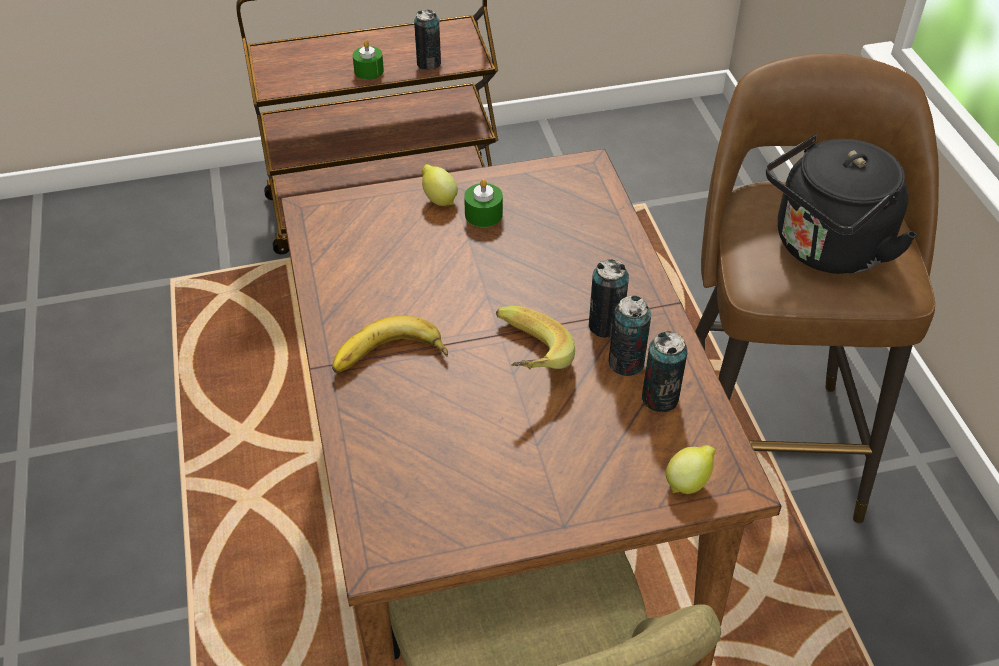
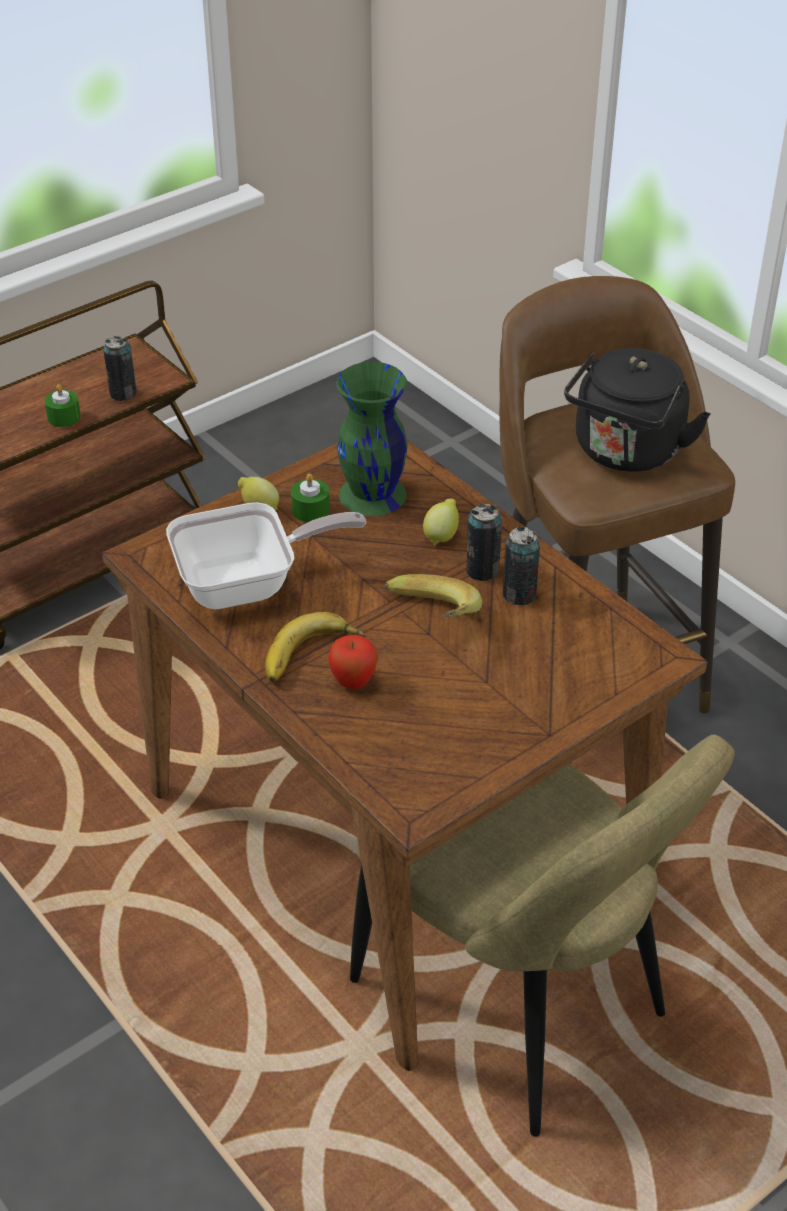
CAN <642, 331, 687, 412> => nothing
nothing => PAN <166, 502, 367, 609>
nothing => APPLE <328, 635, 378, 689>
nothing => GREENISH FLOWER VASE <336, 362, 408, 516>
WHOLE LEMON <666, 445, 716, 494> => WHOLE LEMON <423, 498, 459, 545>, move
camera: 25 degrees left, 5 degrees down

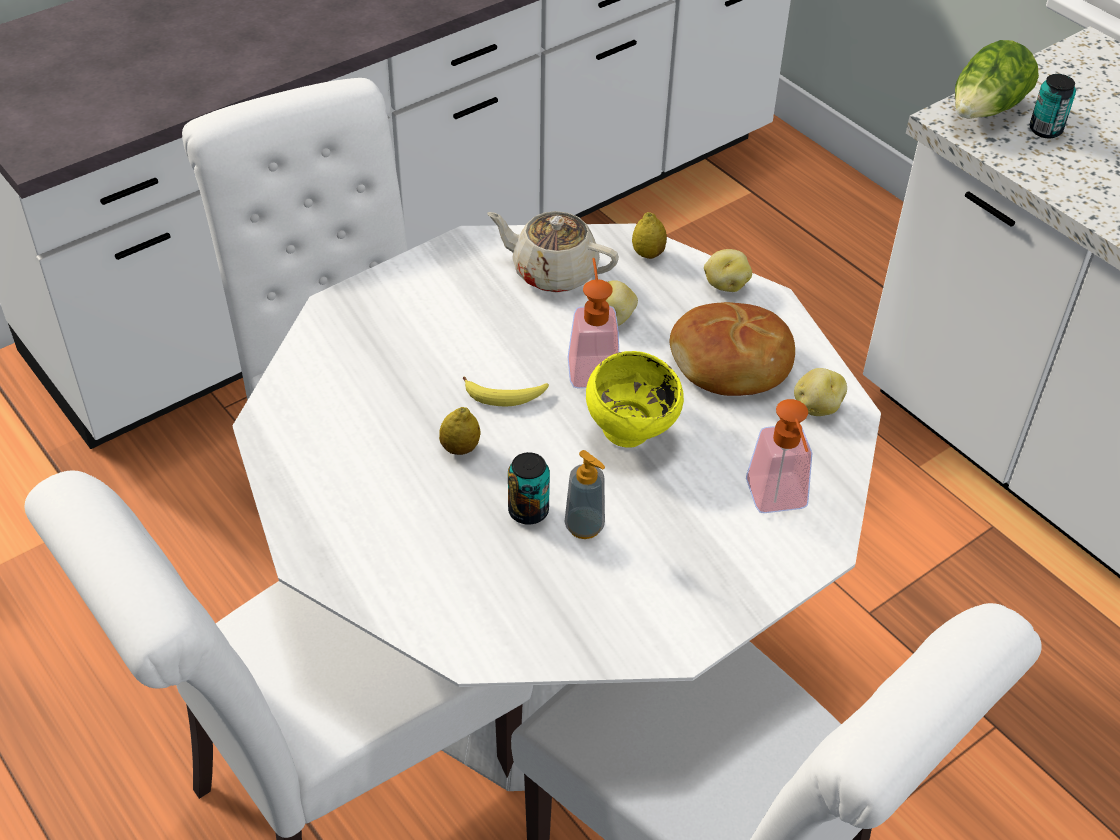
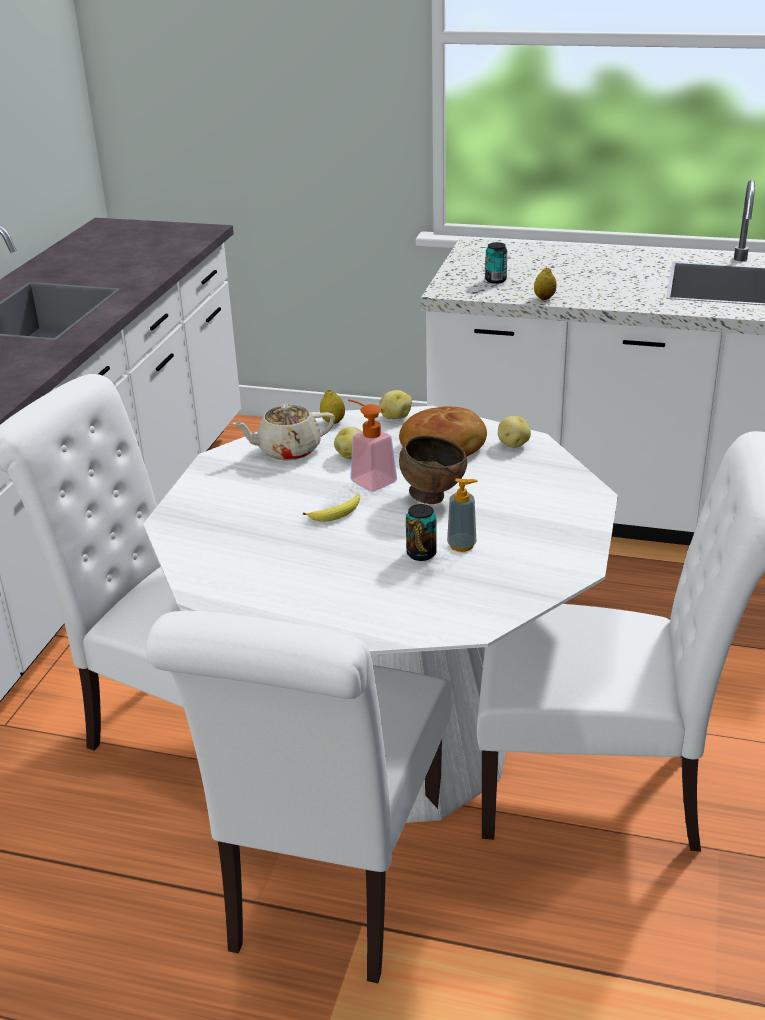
LIQUID SOAP BOTTLE <746, 399, 812, 513> => nothing
HEAD OF LETTUCE <955, 40, 1039, 119> => nothing
WHOLE LEMON <439, 407, 480, 455> => WHOLE LEMON <534, 267, 557, 300>, move
YELLOWISH DEEP DISH <586, 351, 684, 447> => BROWN DEEP DISH <399, 435, 467, 504>
camera: 35 degrees left, 15 degrees down

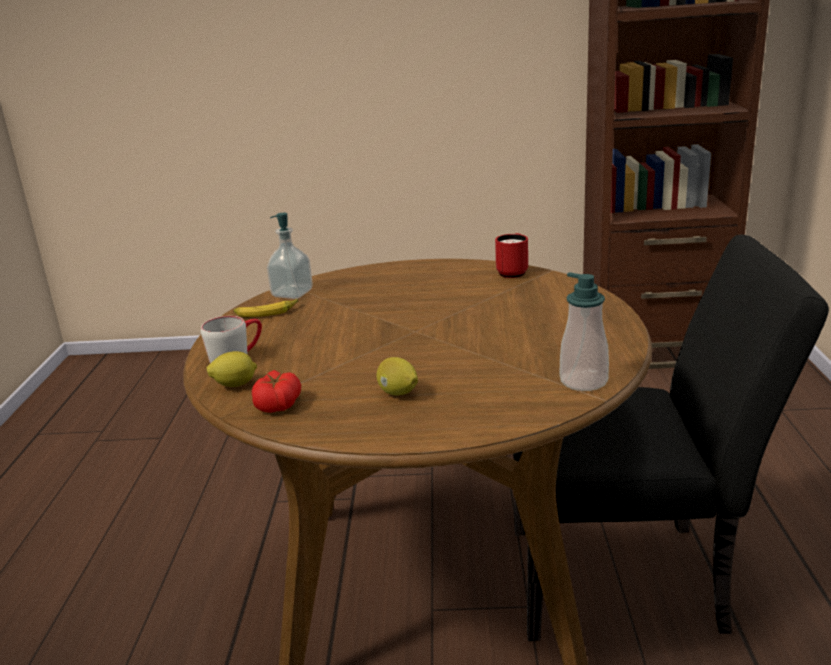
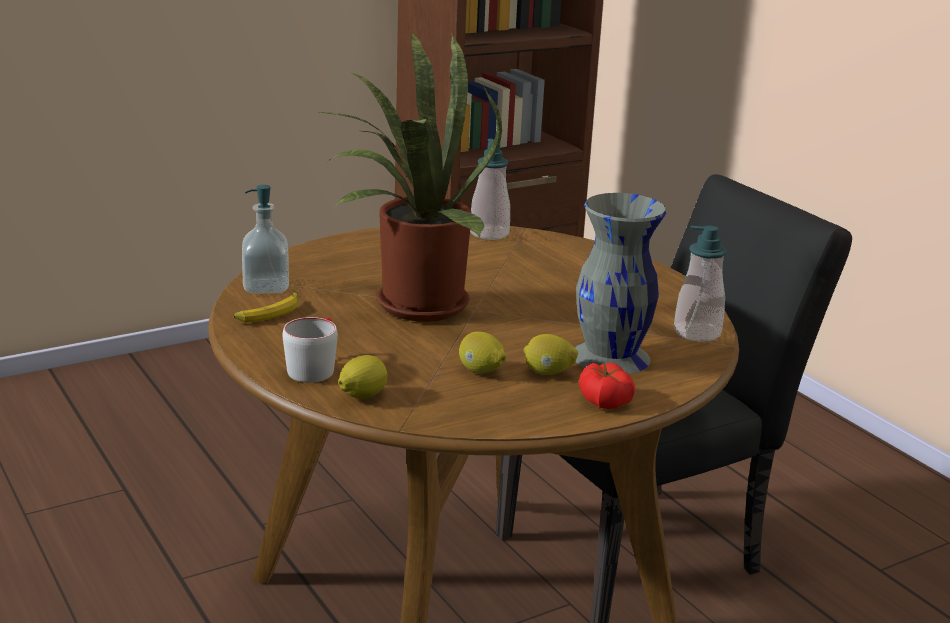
nothing => HOUSEPLANT <320, 32, 502, 322>
nothing => WHOLE LEMON <459, 332, 506, 373>
nothing => GRAY FLOWER VASE <575, 193, 667, 374>
WHOLE TOMATO <252, 370, 301, 413> => WHOLE TOMATO <579, 363, 635, 409>, move
REDDISH TEA MUG <495, 233, 528, 278> => LIQUID SOAP BOTTLE <470, 139, 510, 240>
camera: 35 degrees left, 0 degrees up

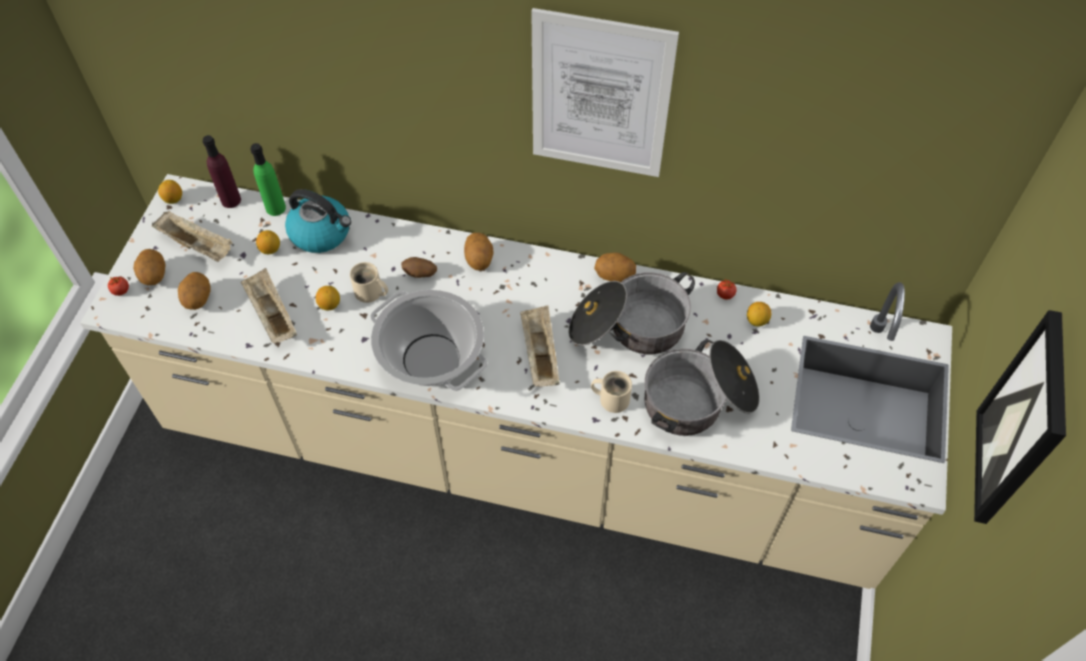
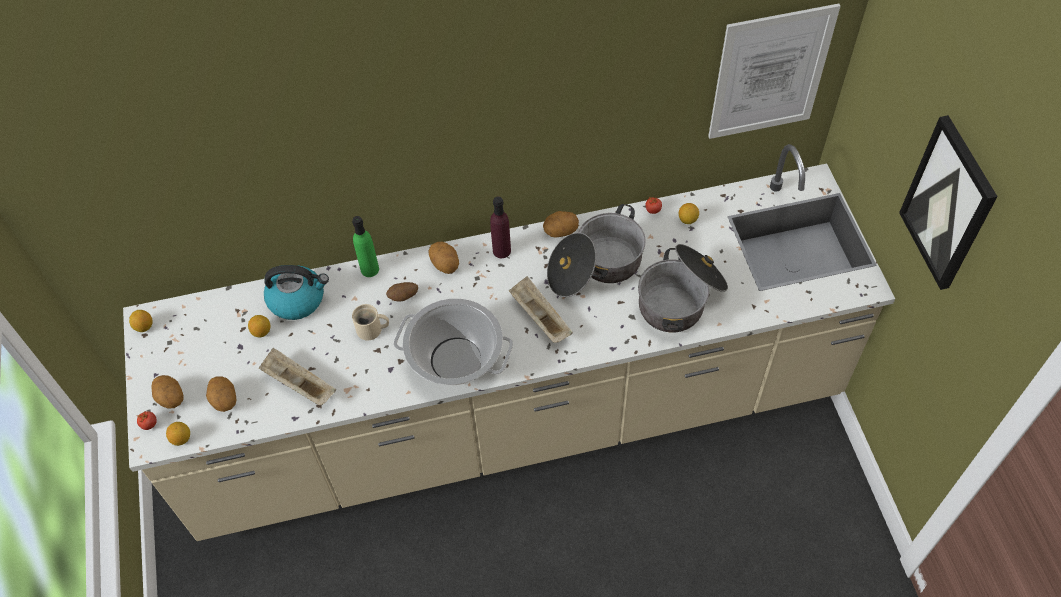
SAND-COLOURED TRAY <152, 211, 233, 262> => nothing
SAND-COLOURED TEA MUG <591, 371, 632, 413> => nothing
PURPLE BOTTLE <203, 135, 241, 208> => PURPLE BOTTLE <490, 197, 511, 258>, move
GREENISH BOTTLE <250, 143, 286, 216> => GREENISH BOTTLE <352, 216, 379, 277>, move
WHOLE LEMON <316, 286, 340, 310> => WHOLE LEMON <166, 422, 190, 446>, move
PICTURE <531, 8, 679, 177> => PICTURE <708, 4, 840, 139>, move
camera: 25 degrees left, 0 degrees up

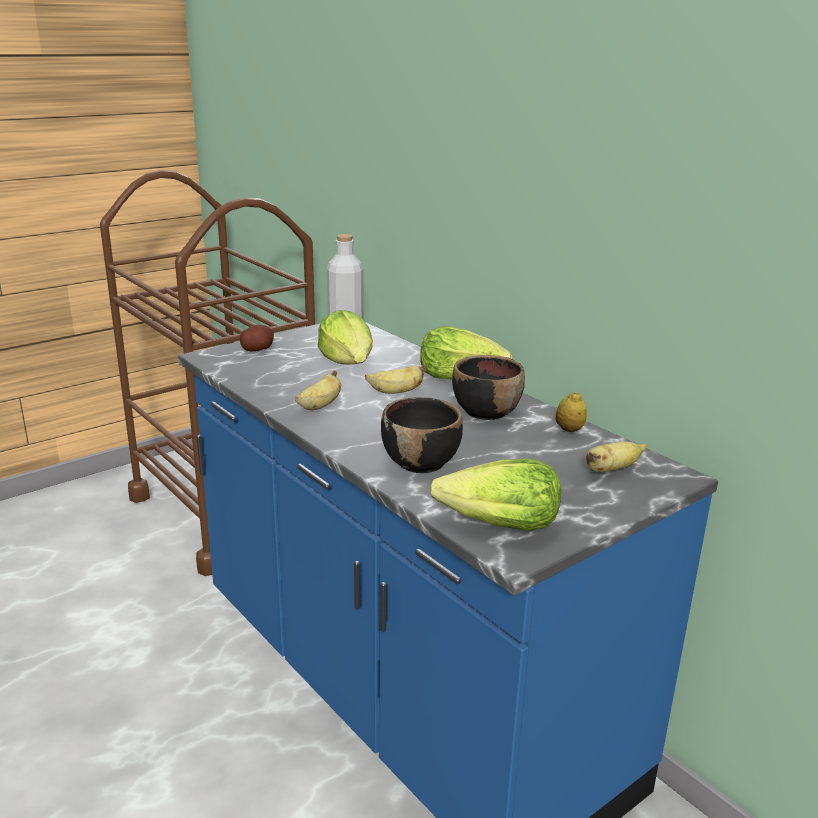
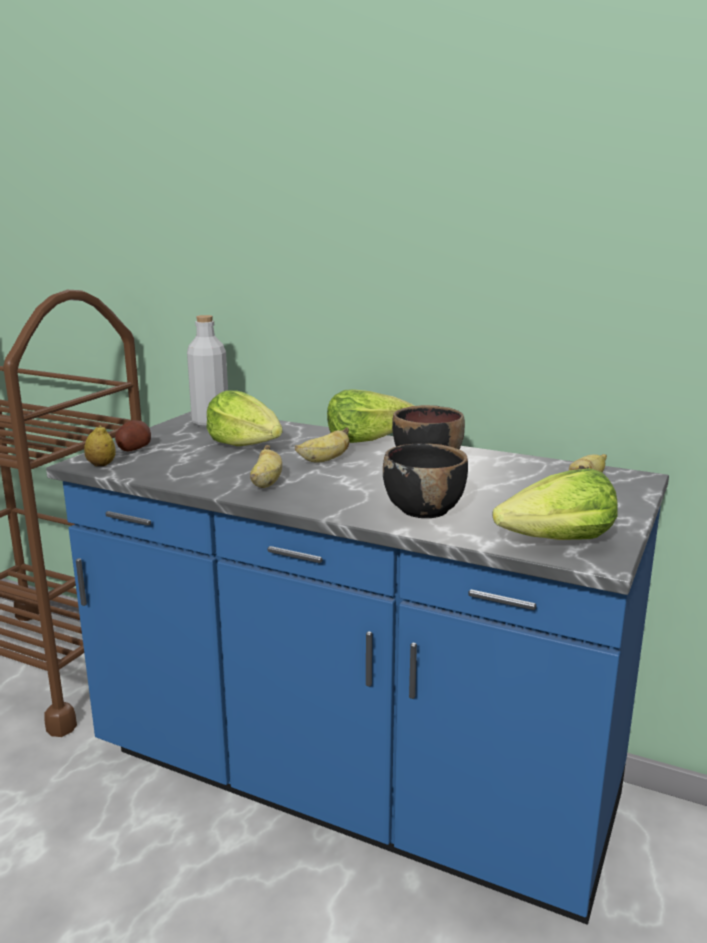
WHOLE LEMON <556, 391, 587, 432> => WHOLE LEMON <84, 425, 116, 466>, move
camera: 25 degrees left, 5 degrees down

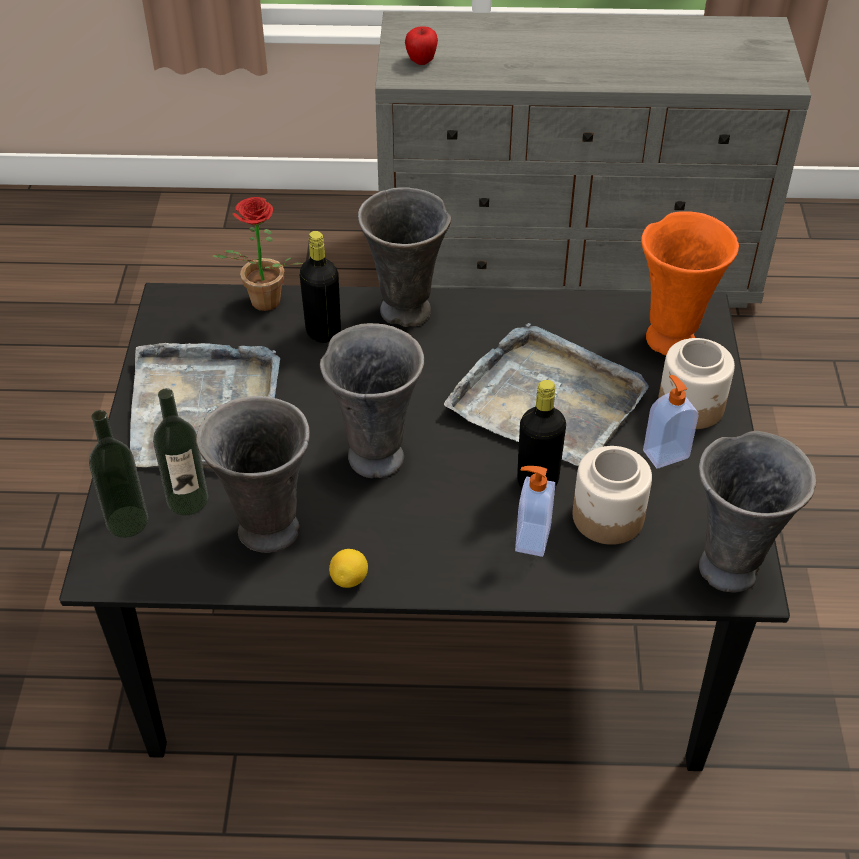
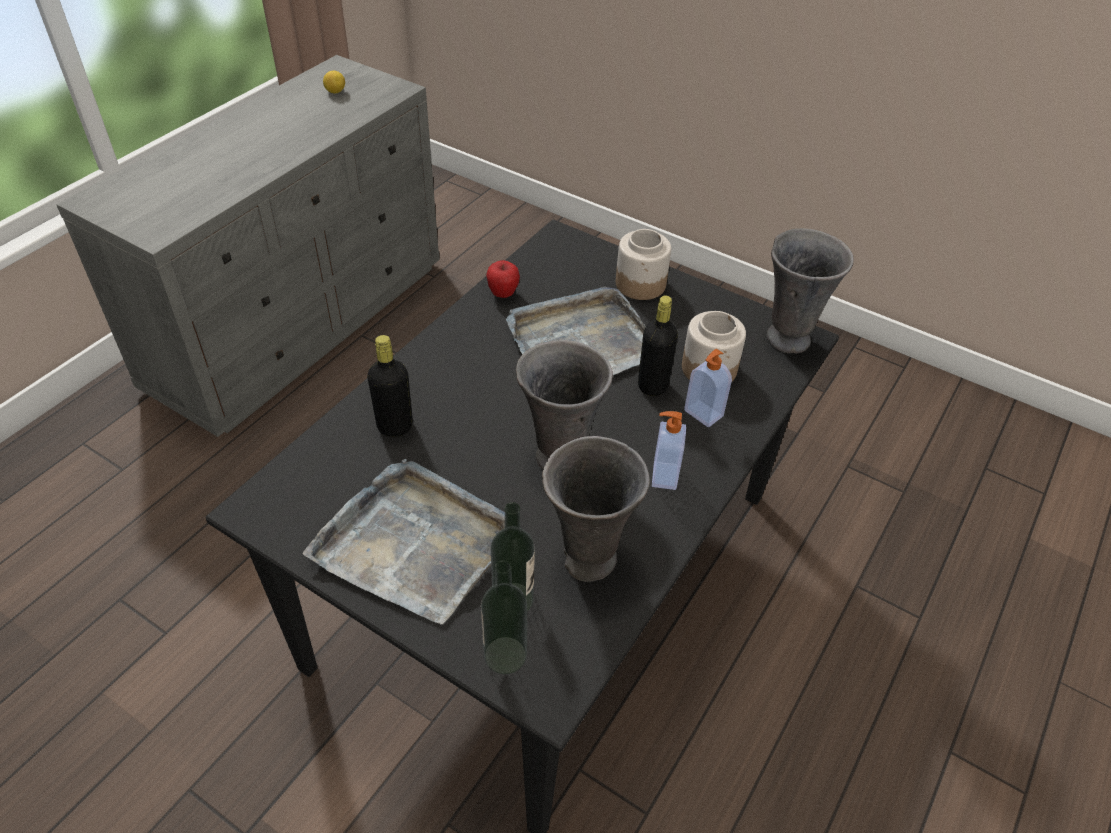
HOUSEPLANT <212, 197, 303, 311> => nothing
GRAY FLOWER VASE <358, 187, 452, 327> => nothing
ORANGE FLOWER VASE <641, 211, 739, 355> => nothing
WHOLE LEMON <329, 549, 368, 588> => WHOLE LEMON <323, 71, 345, 93>, move
APPLE <405, 26, 438, 65> => APPLE <486, 260, 520, 298>, move
LIQUID SOAP BOTTLE <643, 375, 699, 468> => LIQUID SOAP BOTTLE <652, 411, 686, 490>, move
camera: 60 degrees left, 0 degrees up

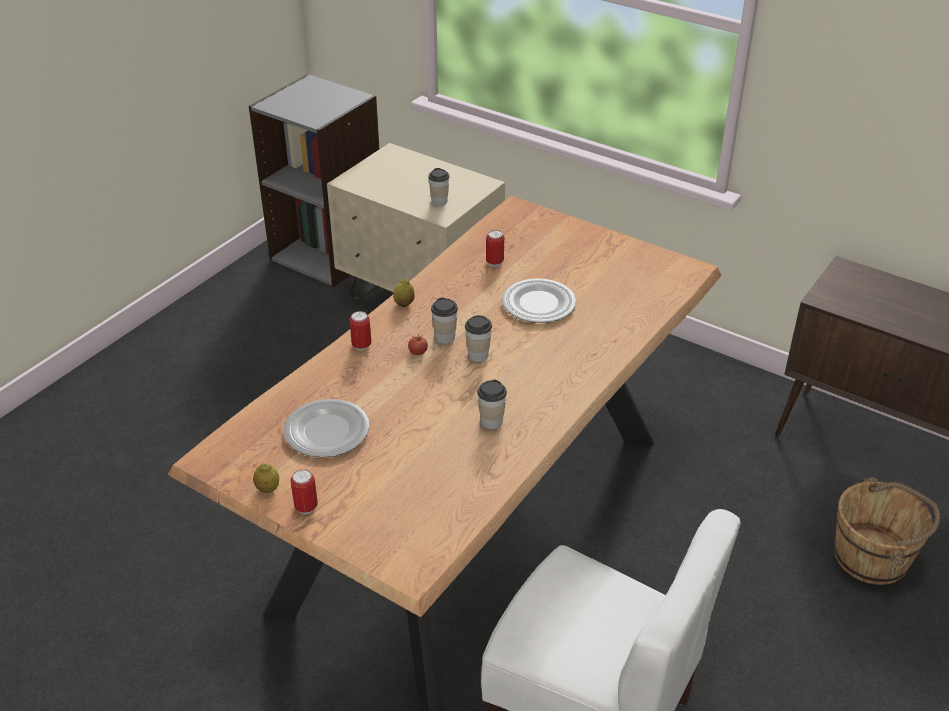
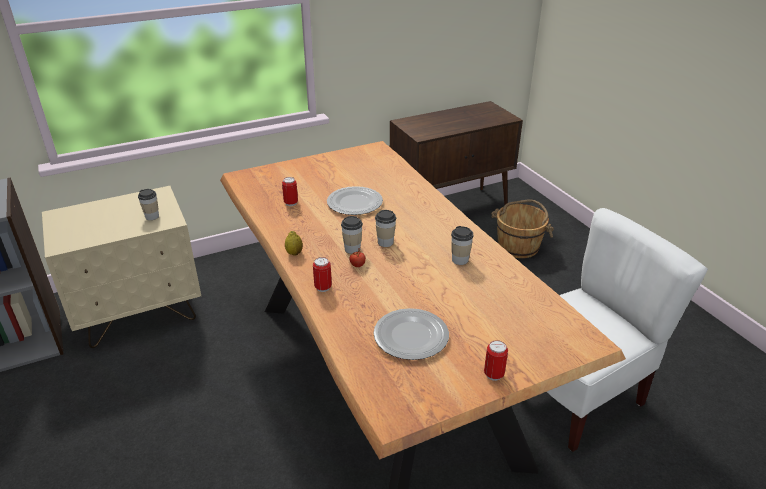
WHOLE LEMON <253, 463, 279, 493> => nothing
camera: 60 degrees left, 5 degrees down

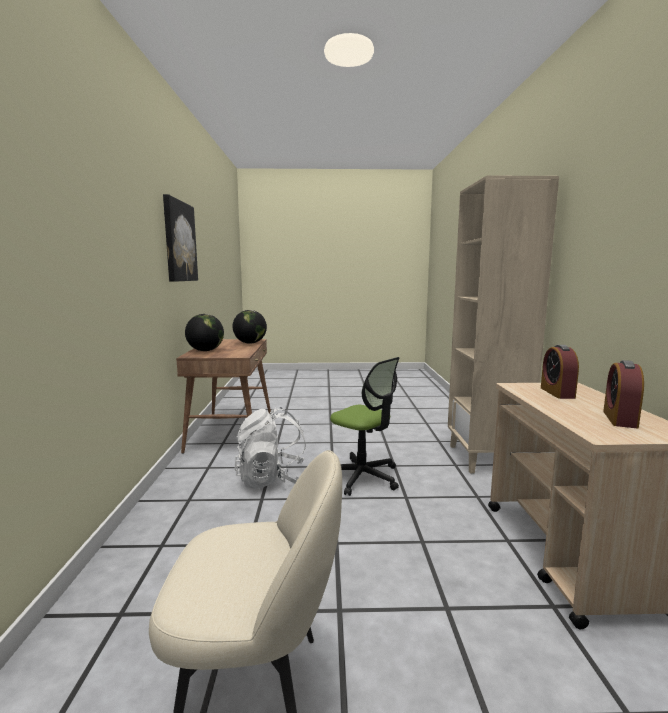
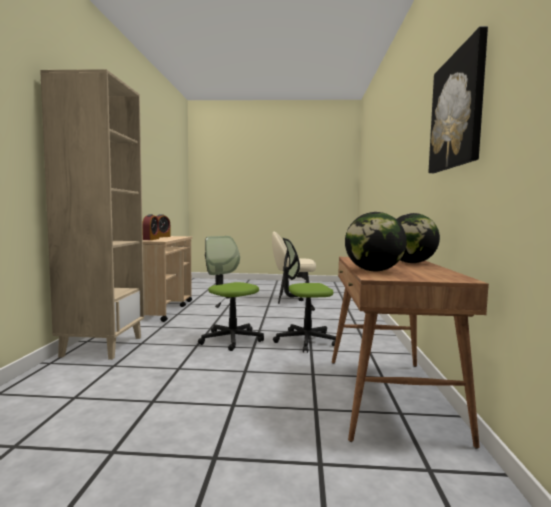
WHITE-COLOURED KNAPSACK <234, 407, 306, 488> => DESK CHAIR <273, 238, 336, 353>
camera: 175 degrees left, 5 degrees down

